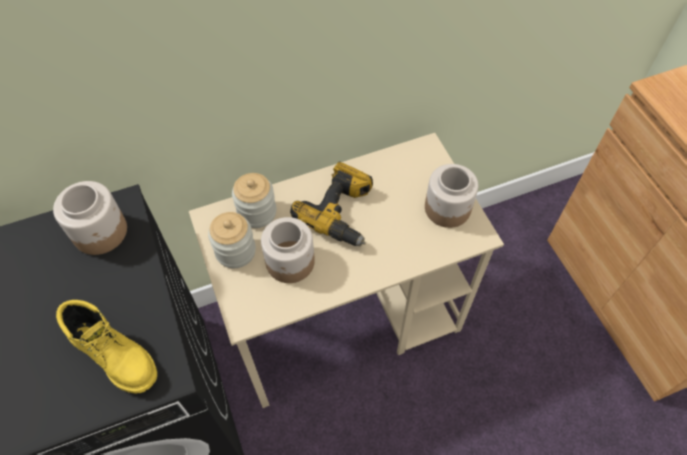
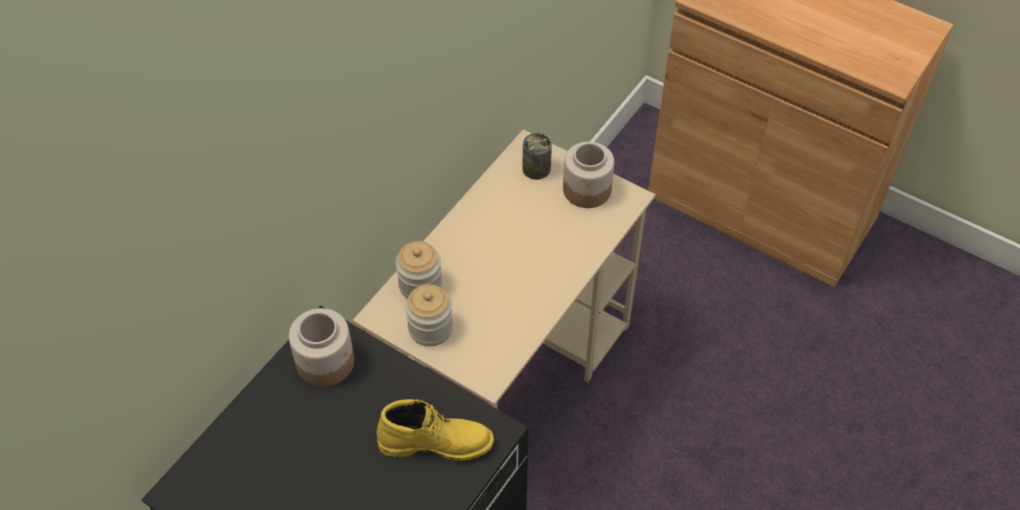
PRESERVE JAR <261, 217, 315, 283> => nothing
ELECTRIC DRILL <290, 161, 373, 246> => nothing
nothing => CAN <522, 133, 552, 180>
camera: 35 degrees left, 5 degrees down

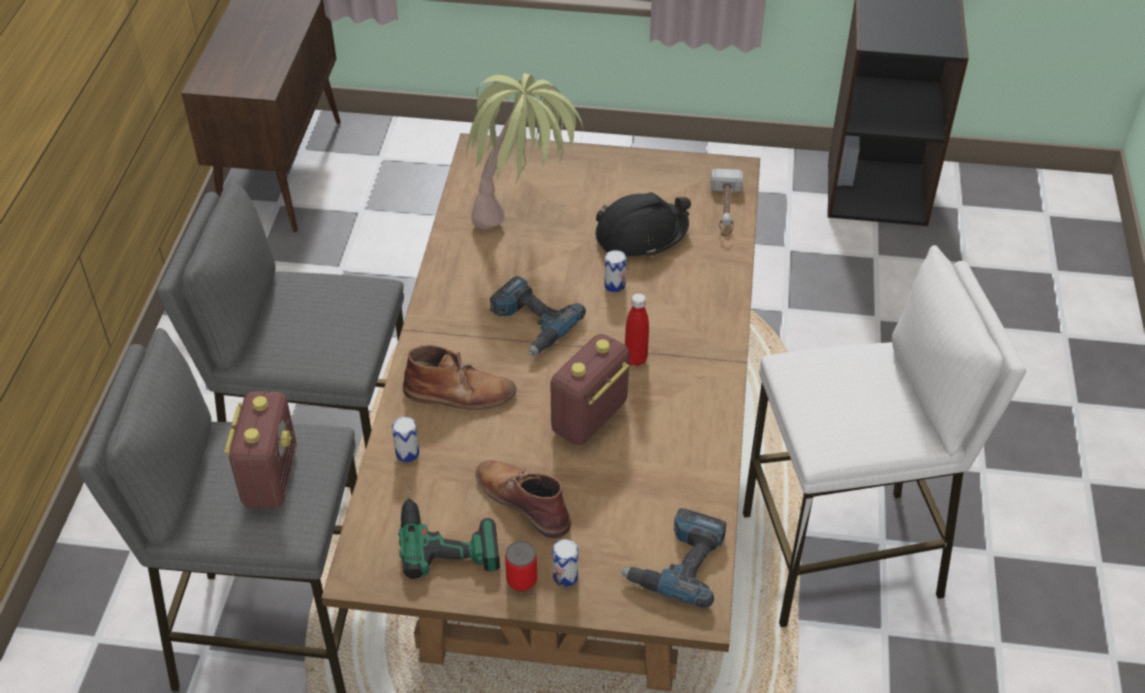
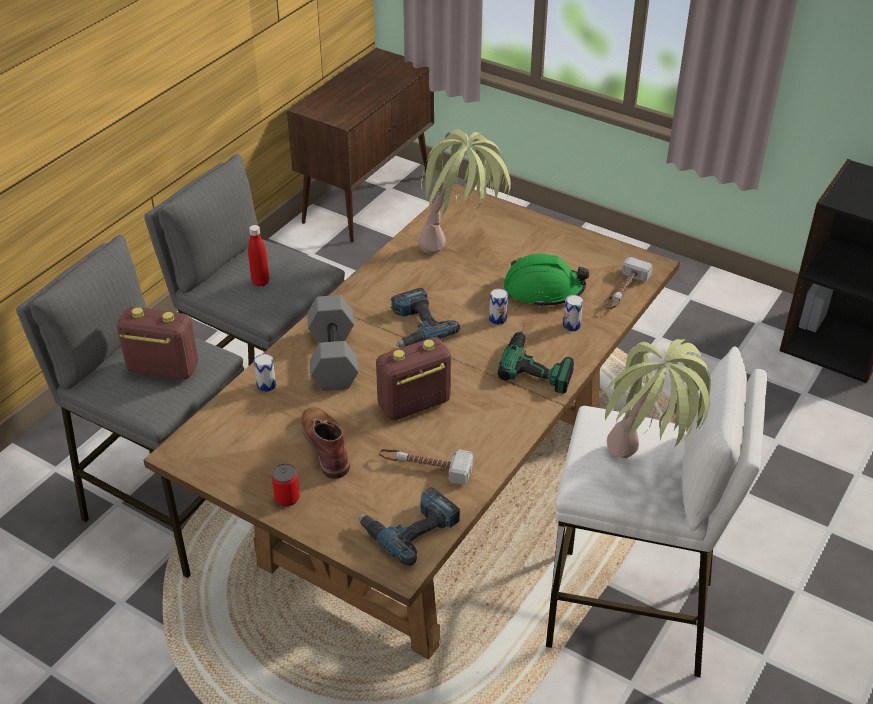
nothing => TOOL HAMMER <379, 449, 473, 485>
nothing => HOUSEPLANT <599, 339, 711, 458>
ELECTRIC DRILL <398, 484, 500, 579> => ELECTRIC DRILL <497, 324, 574, 394>, move
CAN <553, 539, 578, 587> => CAN <563, 295, 583, 331>, move
REDDISH BOTTLE <625, 293, 649, 366> => REDDISH BOTTLE <248, 225, 269, 287>, move
BROWN BOOT <403, 345, 516, 410> => GRAY FREE WEIGHT <307, 295, 358, 391>
BLACK HARD HAT <595, 192, 691, 258> => GREENISH HARD HAT <504, 254, 589, 308>
RADIO SET <225, 391, 297, 509> => RADIO SET <117, 306, 198, 380>, 105 degrees counterclockwise
camera: 25 degrees right, 5 degrees down

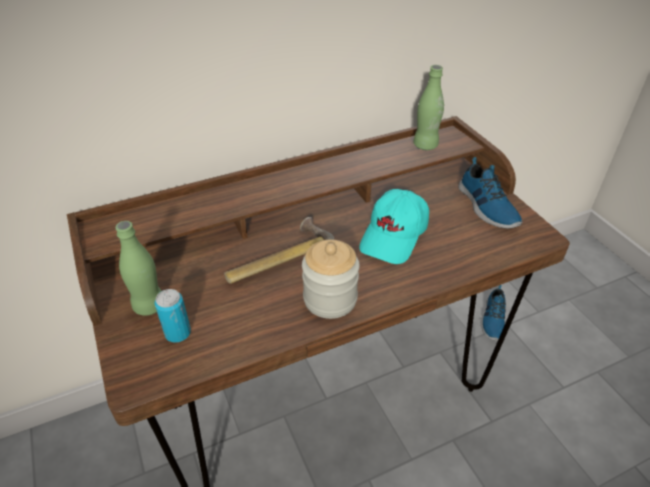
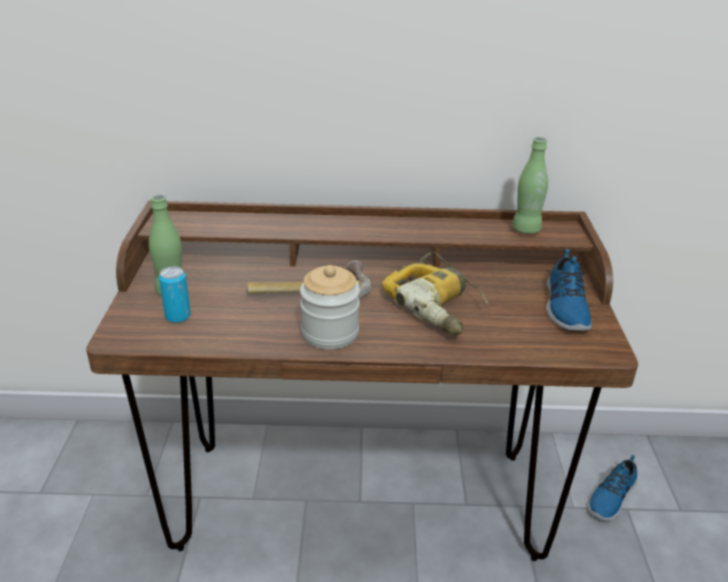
TURQUOISE-COLOURED BASEBALL CAP <359, 189, 429, 264> => ELECTRIC DRILL <382, 252, 488, 336>
camera: 25 degrees right, 10 degrees down

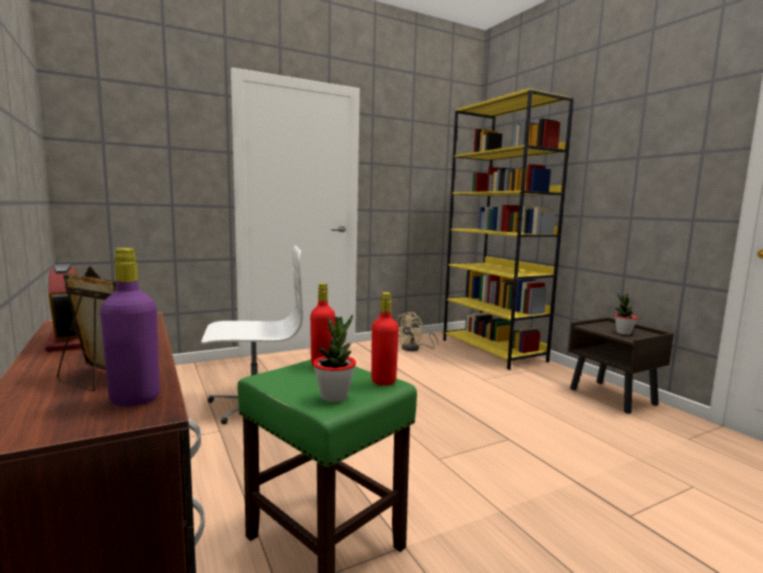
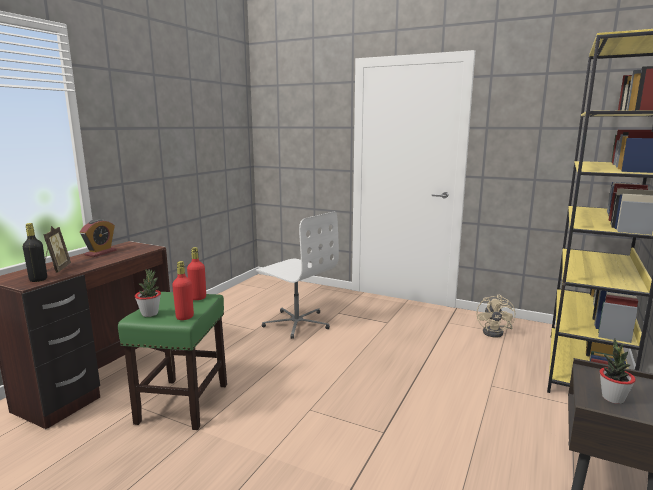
PURPLE BOTTLE <100, 248, 160, 407> => BLACK BOTTLE <23, 223, 47, 282>
SAND-COLOURED ELECTRIC FAN <396, 312, 438, 351> => SAND-COLOURED ELECTRIC FAN <477, 295, 515, 338>, 75 degrees counterclockwise
camera: 55 degrees right, 5 degrees up

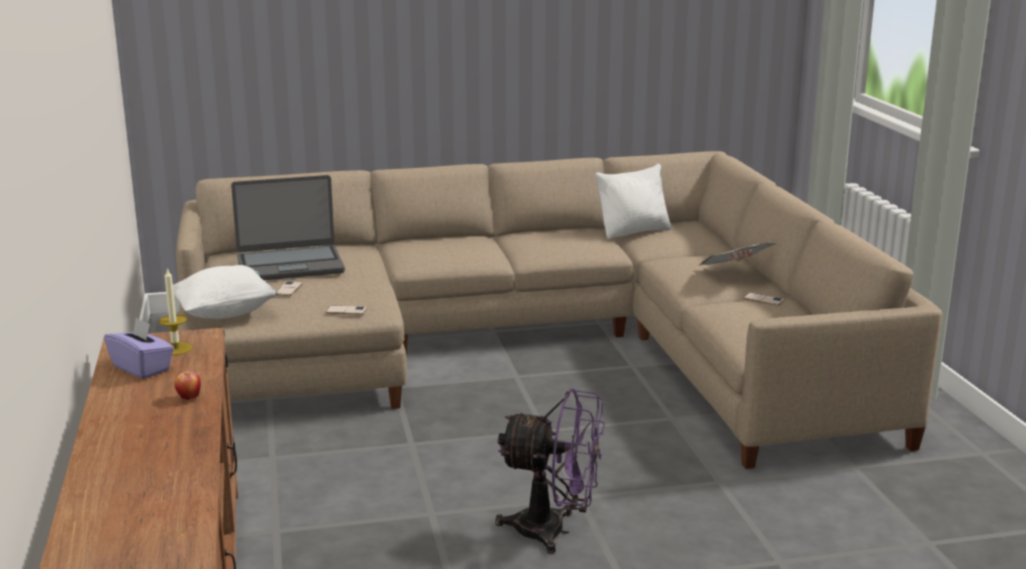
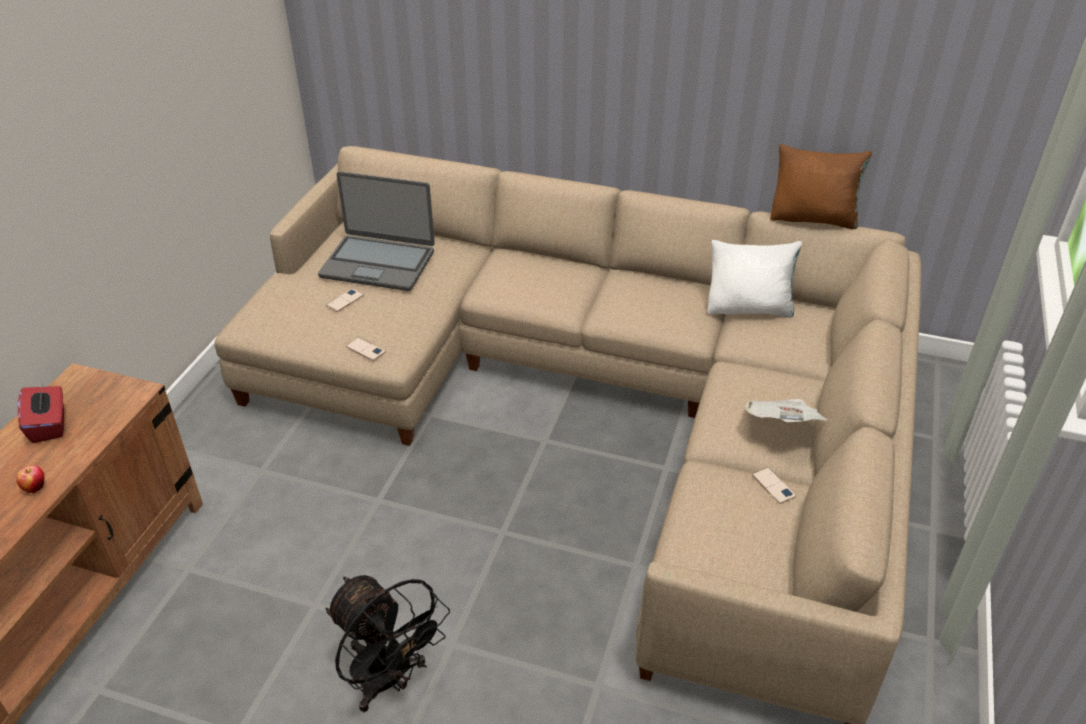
CANDLE <159, 268, 192, 355> => nothing
WHITE-COLOURED THROW PILLOW <173, 265, 278, 319> => nothing
nothing => BROWN THROW PILLOW <770, 144, 872, 229>
PURPLE TISSUE BOX <104, 317, 174, 379> => REDDISH TISSUE BOX <18, 383, 64, 443>
PURPLE ELECTRIC FAN <495, 388, 605, 554> => BLACK ELECTRIC FAN <326, 575, 450, 712>
camera: 30 degrees right, 20 degrees up

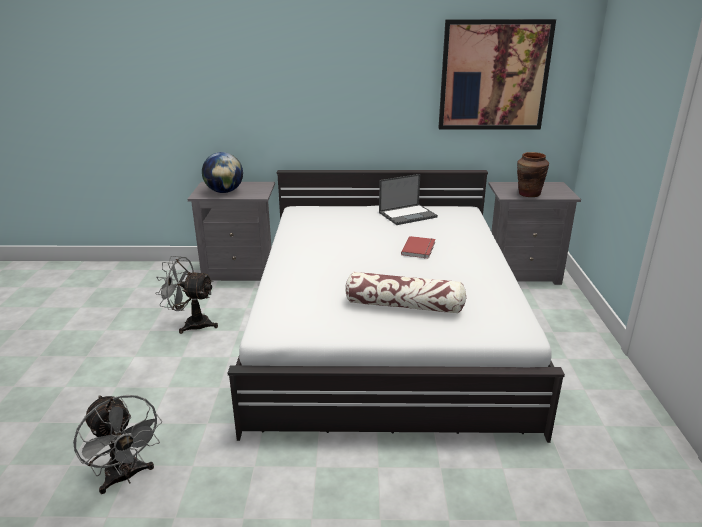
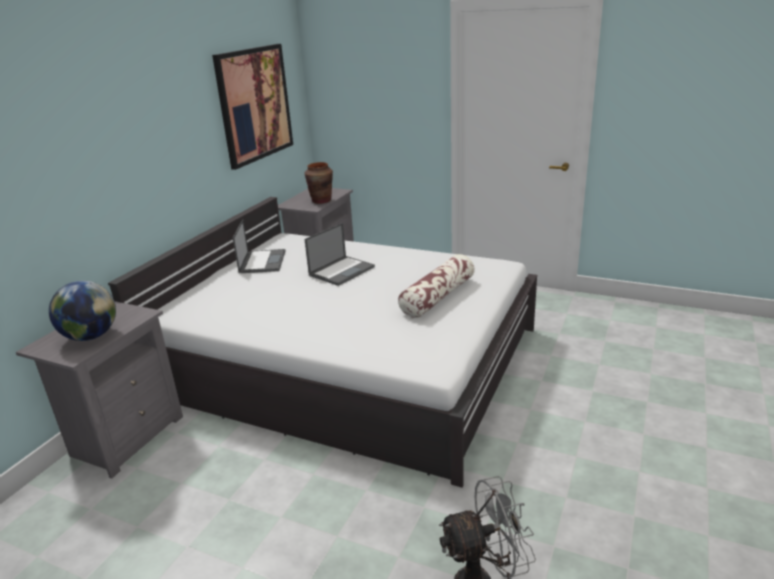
GRAY ELECTRIC FAN <155, 256, 218, 334> => nothing
REDDISH BOOK <401, 236, 435, 259> => LAPTOP <305, 223, 375, 286>
camera: 65 degrees left, 0 degrees up

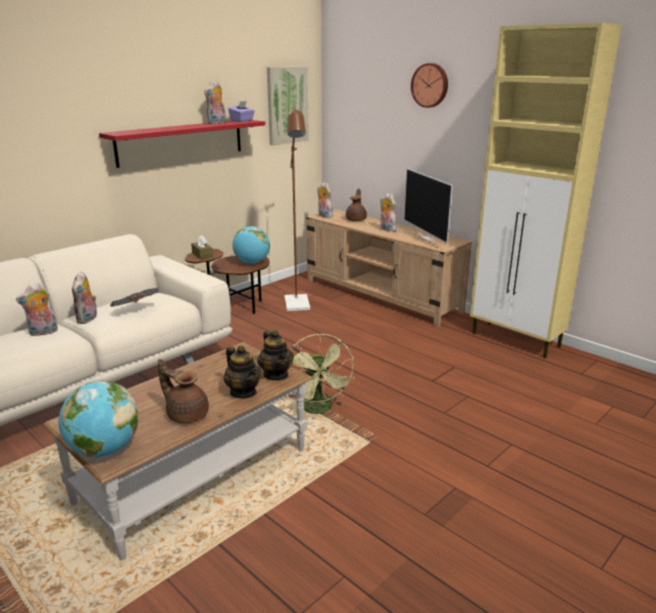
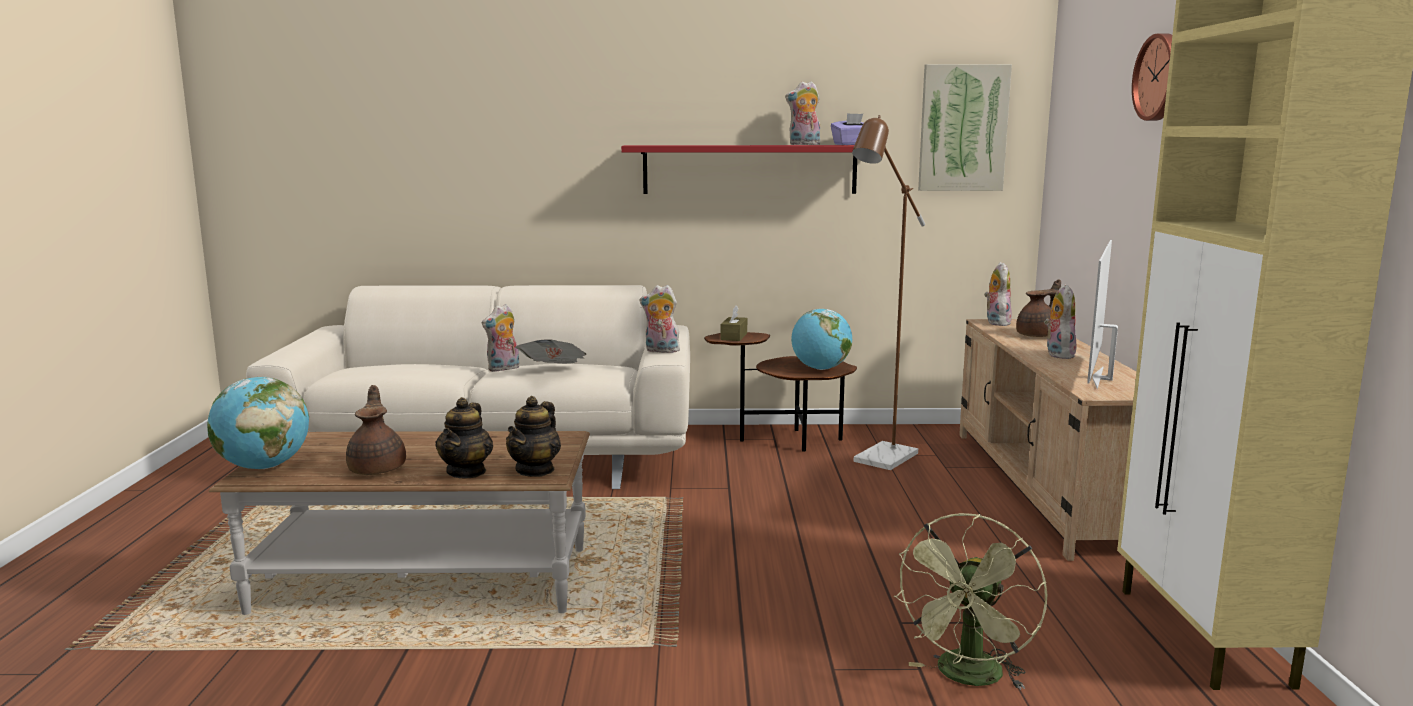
CUDDLY TOY <16, 283, 58, 336> => CUDDLY TOY <640, 285, 682, 353>, move
GREENISH ELECTRIC FAN <290, 334, 355, 416> => GREENISH ELECTRIC FAN <894, 513, 1048, 690>, move
camera: 45 degrees right, 10 degrees down

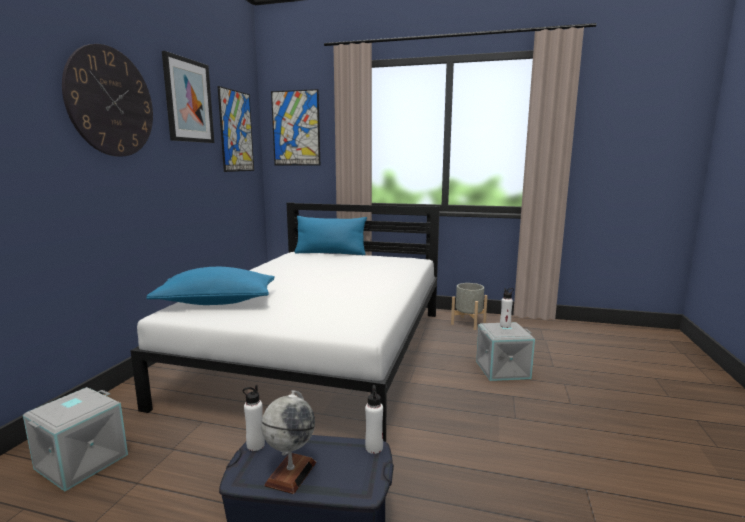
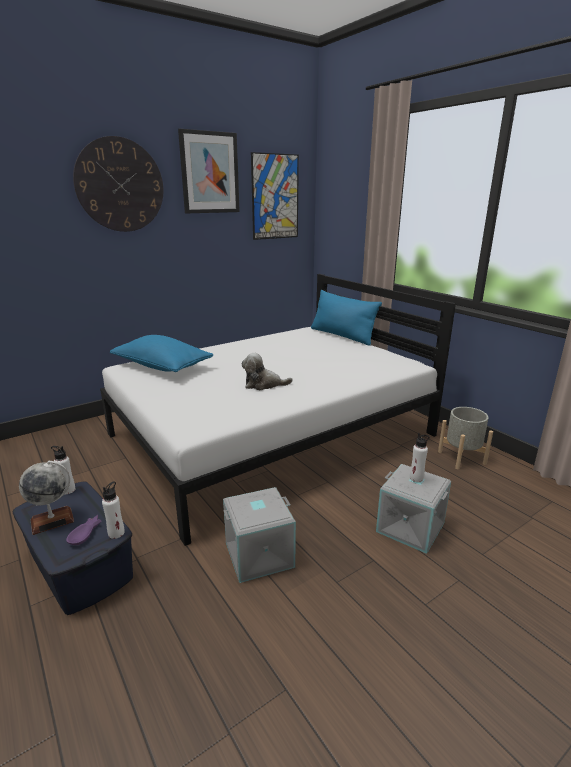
PICTURE <271, 89, 320, 166> => nothing
nothing => PURPLE DEEP DISH <66, 515, 102, 545>
nothing => CUDDLY TOY <242, 353, 293, 390>
GRAY STORAGE BOX <23, 387, 128, 491> => GRAY STORAGE BOX <223, 487, 296, 583>, move
camera: 40 degrees right, 10 degrees up

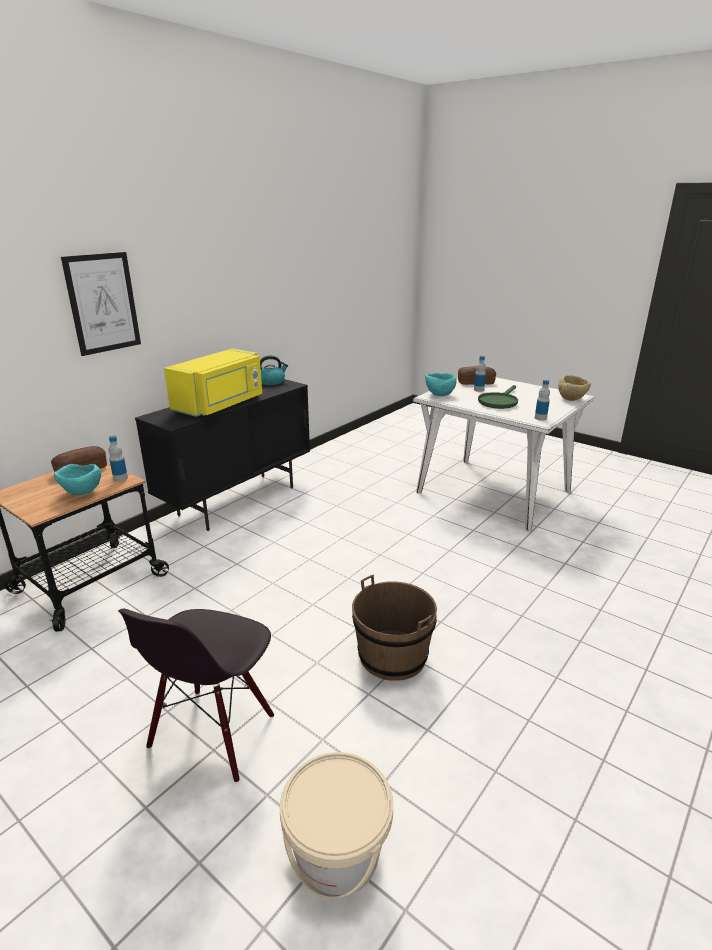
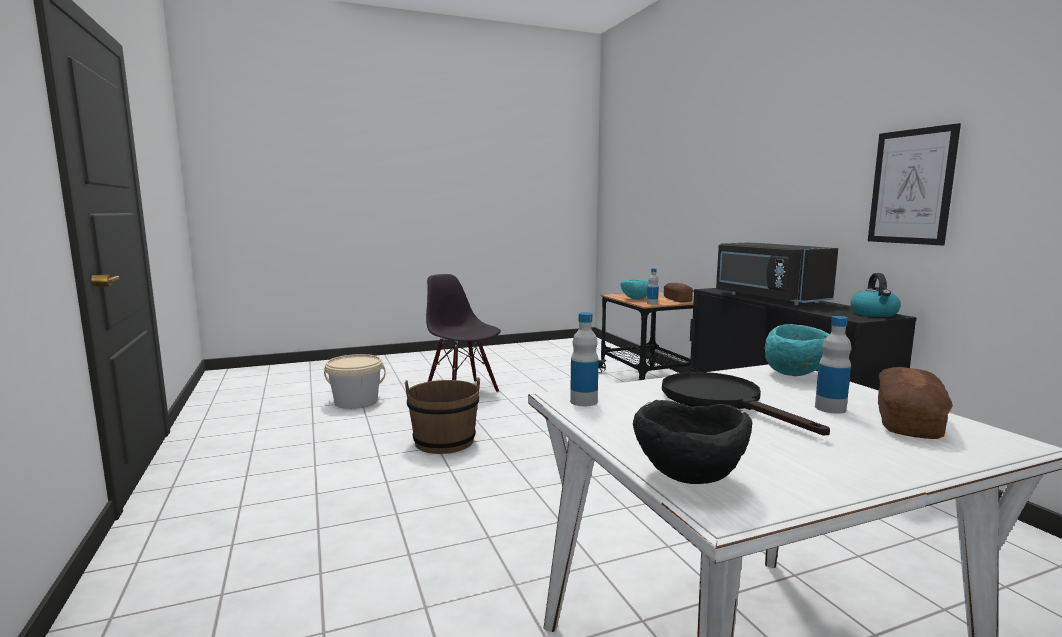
PICTURE <61, 252, 141, 356> => PICTURE <868, 123, 961, 246>, move
YELLOWISH MICROWAVE OVEN <164, 349, 262, 417> => BLACK MICROWAVE OVEN <716, 242, 838, 305>
GREENISH PAN <478, 385, 518, 409> => BLACK PAN <662, 372, 830, 435>
SAND-COLOURED DEEP DISH <558, 375, 591, 401> => BLACK DEEP DISH <633, 400, 753, 484>
camera: 120 degrees right, 15 degrees down

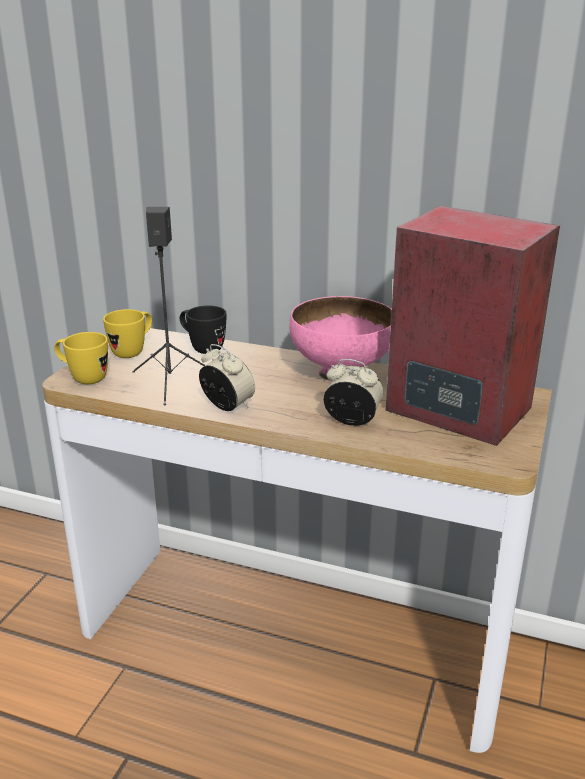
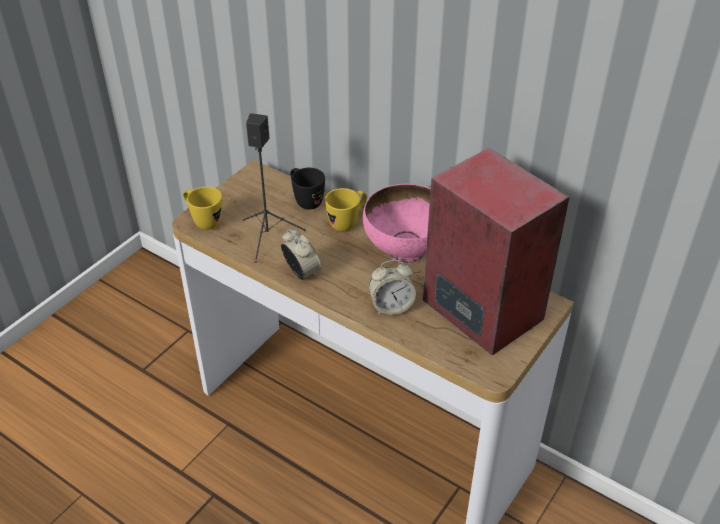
YELLOWISH TEA MUG <103, 309, 152, 358> => YELLOWISH TEA MUG <325, 188, 367, 231>, move
BEDSIDE CLOCK <324, 359, 383, 426> => BEDSIDE CLOCK <369, 260, 416, 315>, 135 degrees clockwise
camera: 15 degrees right, 15 degrees up

